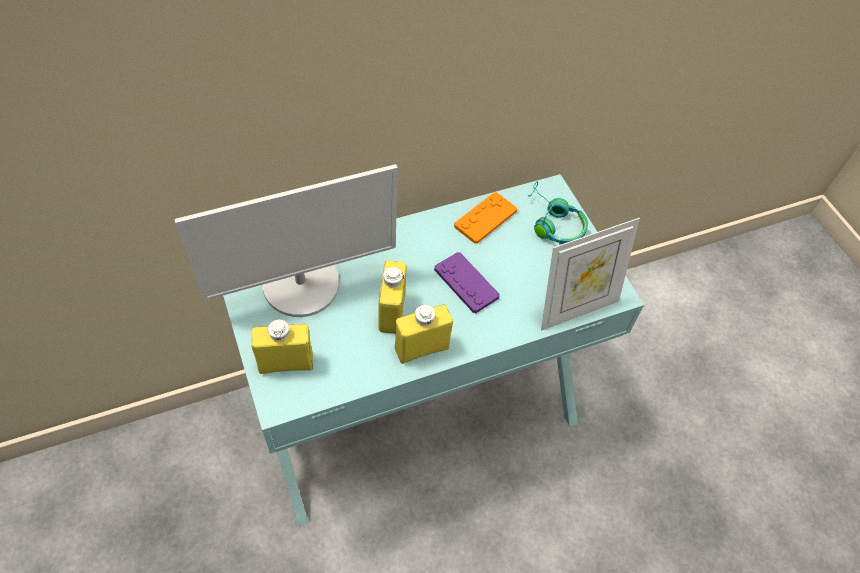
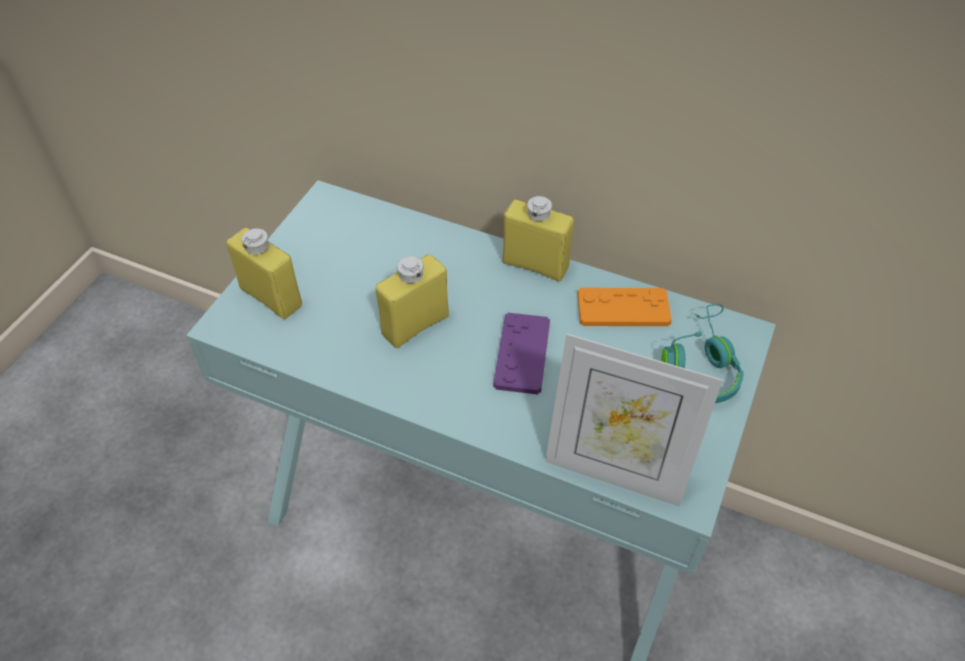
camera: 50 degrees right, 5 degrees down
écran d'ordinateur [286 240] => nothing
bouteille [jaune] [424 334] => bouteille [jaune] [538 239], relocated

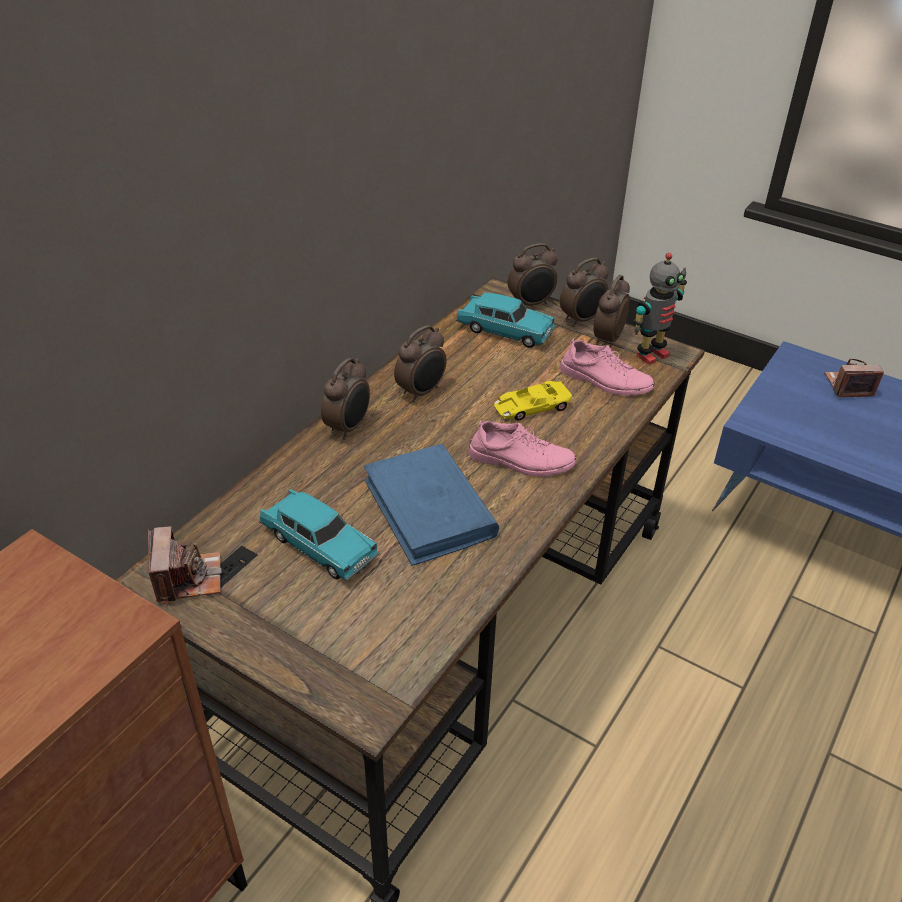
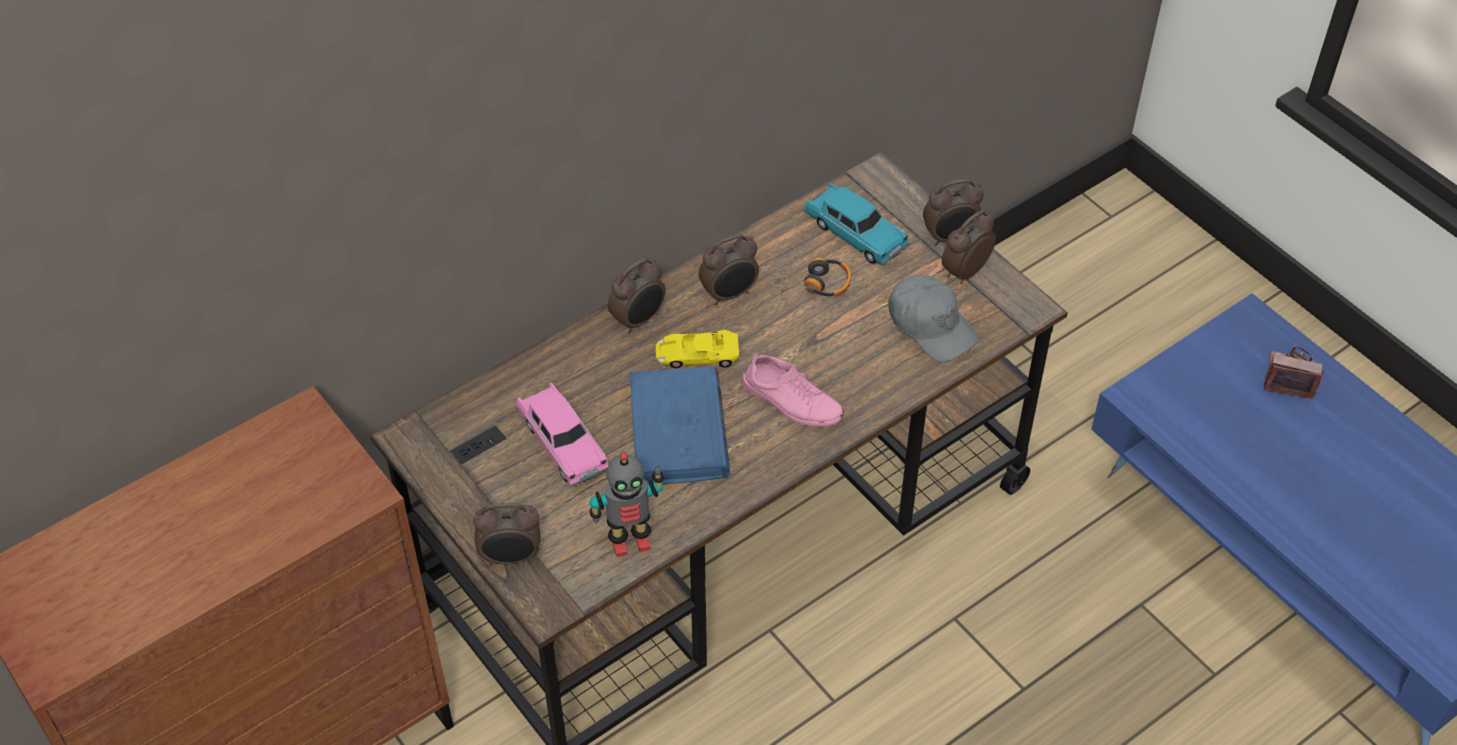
camera: 20 degrees right, 10 degrees up
appareil photo [185 565] => nothing
nothing => casque audio [811 271]
petite voiture [jaune] [533 401] => petite voiture [jaune] [697 349], relocated
réveil [533 274] => réveil [507 534], relocated
robot jouet [660 309] => robot jouet [626 504], relocated
chaussure [rose] [607 366] => casquette [gris] [933 318]
petite voiture [turquoise] [319 535] => petite voiture [rose] [562 435]

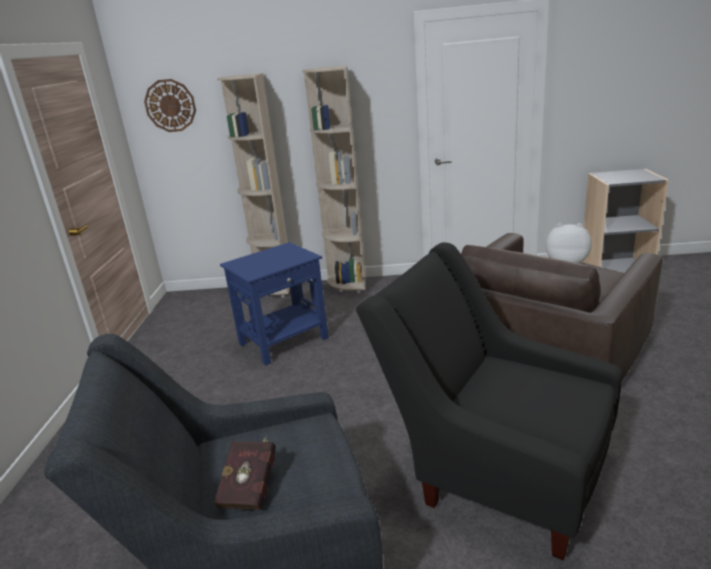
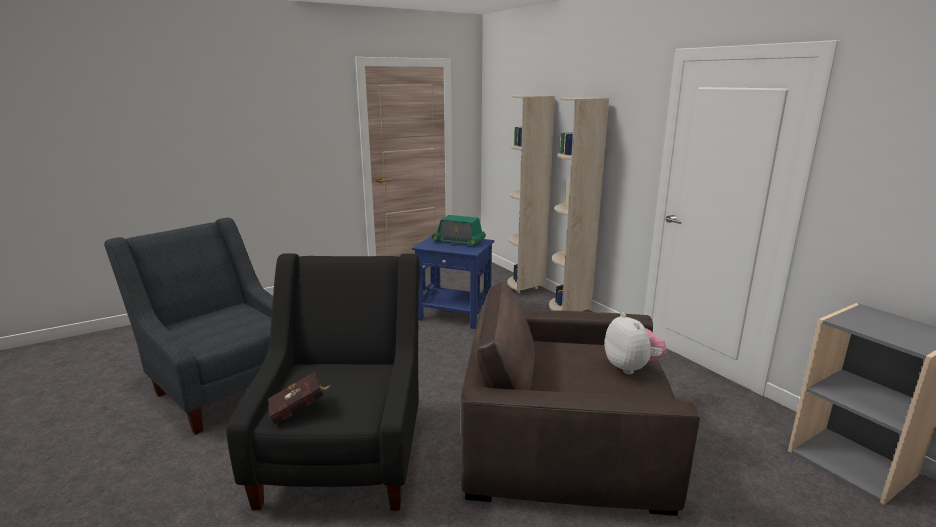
camera: 55 degrees right, 5 degrees down
horloge murale [170 105] => nothing
nothing => radio [459 231]
livre [rouge] [244 473] => livre [rouge] [299 398], relocated

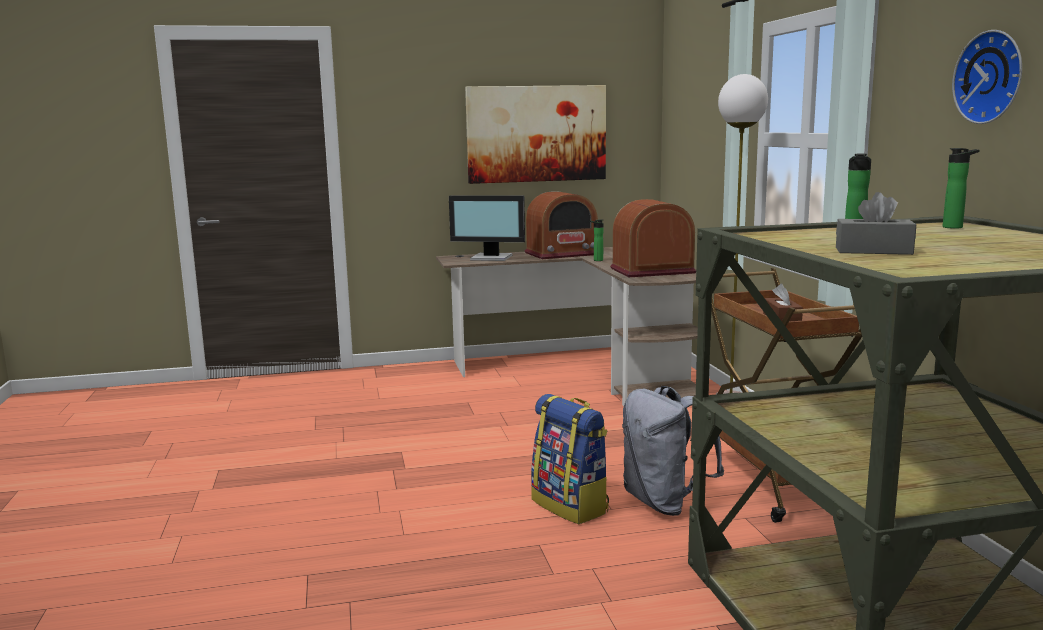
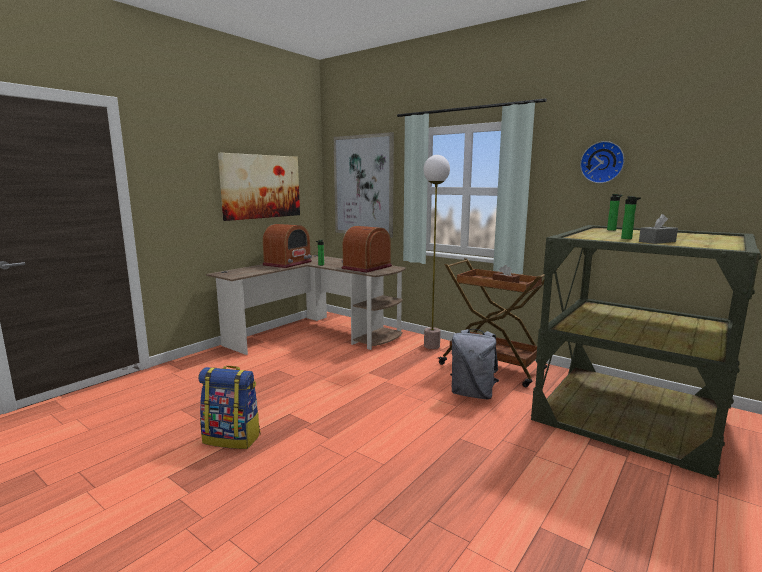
camera: 40 degrees left, 0 degrees up
écran d'ordinateur [487 228] => nothing
nothing => tableau [364 185]
sac à dos [570 459] => sac à dos [229 407], relocated

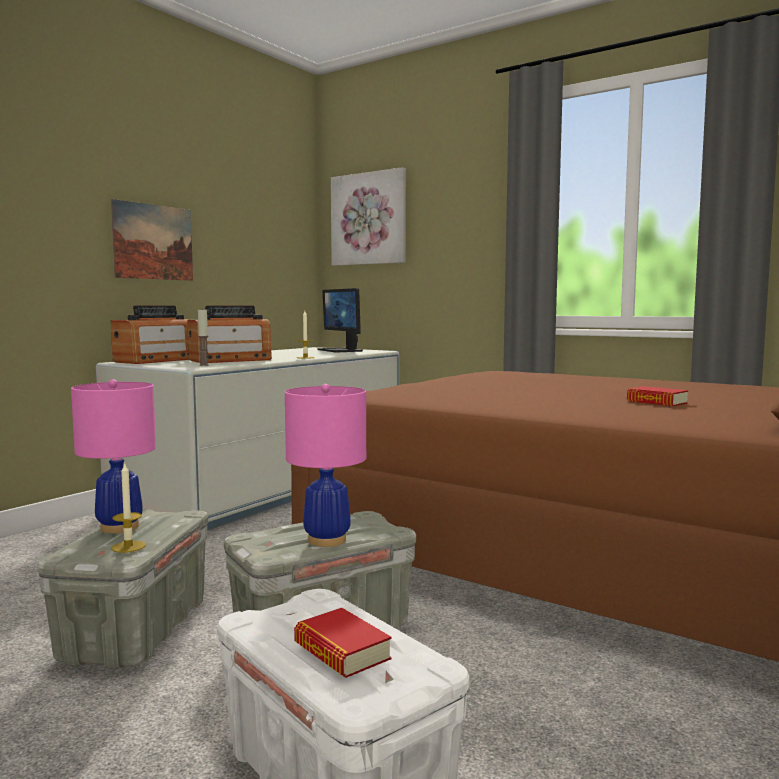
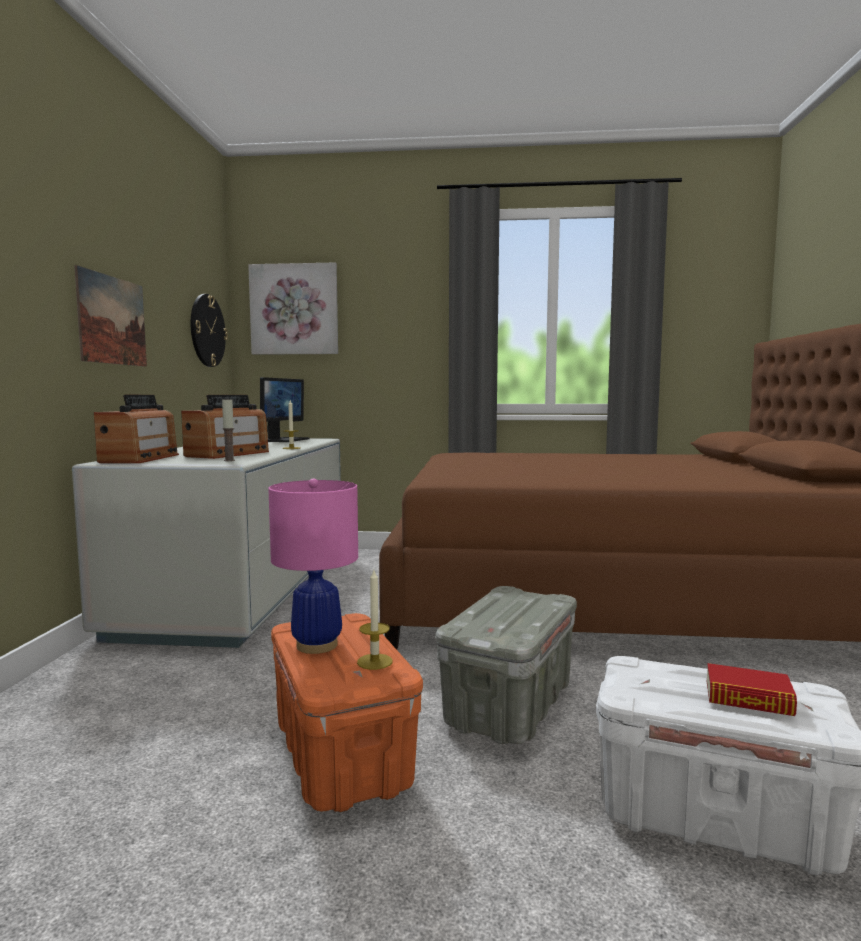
camera: 30 degrees left, 0 degrees up
lampe de table [rose] [325 465] => nothing
livre [657 396] => nothing
nothing => horloge murale [209 330]
boîte de rangement [gris] [122 588] => boîte de rangement [orange] [347 712]
écran d'ordinateur [340 320] => écran d'ordinateur [284 409], 105 degrees counterclockwise

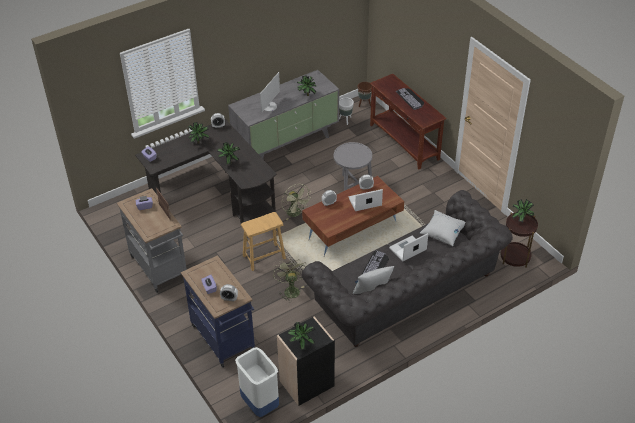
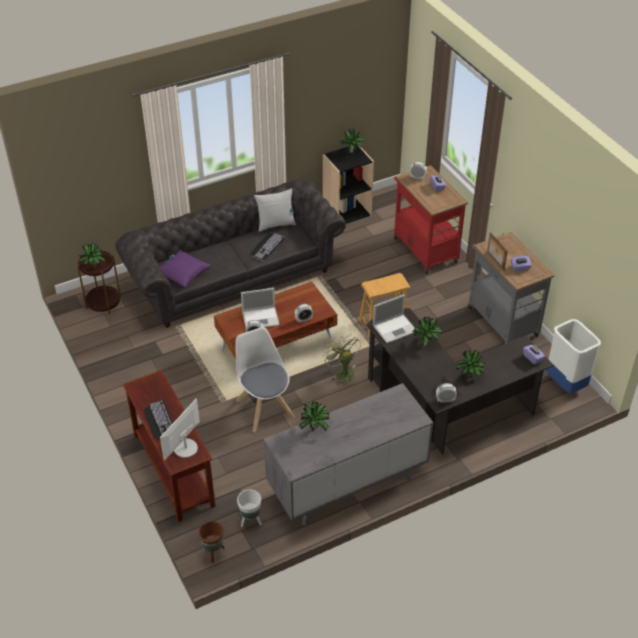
camera: 175 degrees left, 0 degrees up
ventilateur [vert] [290 279] => nothing
poubelle [blanc] [257 382] => poubelle [blanc] [573 356], relocated
écran d'ordinateur [270 92] => écran d'ordinateur [180 430], relocated
ordinateur portable [408 247] => ordinateur portable [394 319], relocated
table d'appoint [gris] [353 166] => chaise [265 380]
chariot [bleu] [218 311] => chariot [rouge] [431 219]
coussin [gris] [442 228] => coussin [violet] [185 268]

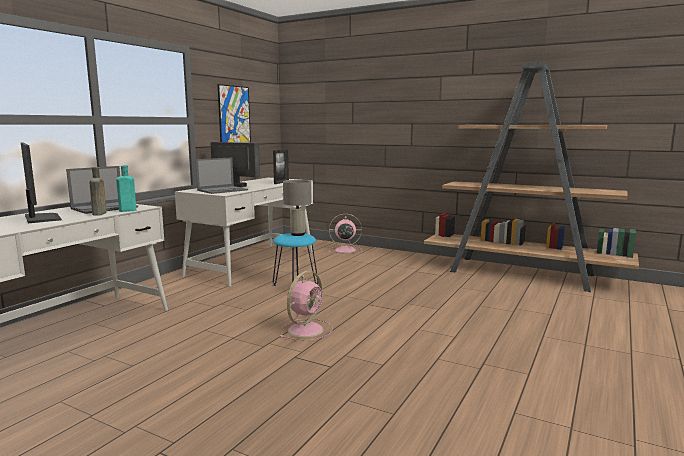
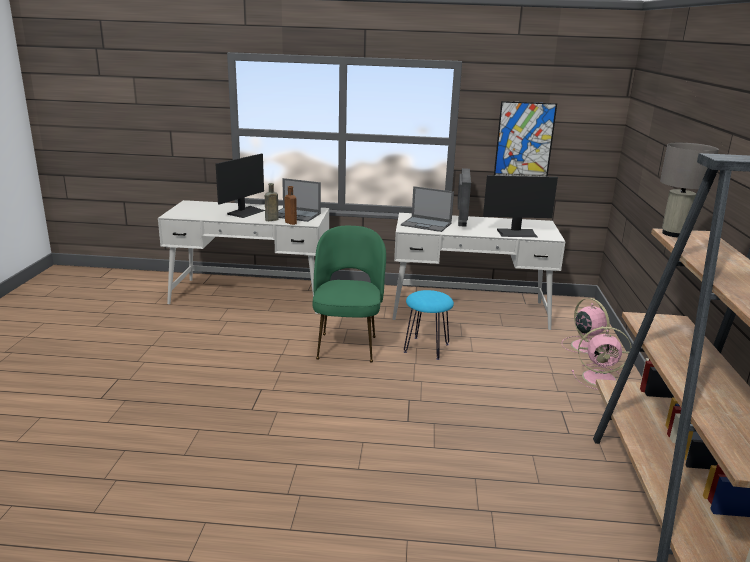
camera: 65 degrees right, 10 degrees up
nothing => chaise [vert] [349 294]
ventilateur [rose] [306 306] => ventilateur [rose] [601 358], relocated
lampe de table [gris] [297 208] => lampe de table [gris] [689 190], relocated
cadre photo [281 166] => écran d'ordinateur [520 206]
bouteille [turquoise] [126 188] => bouteille [marron] [291 205]

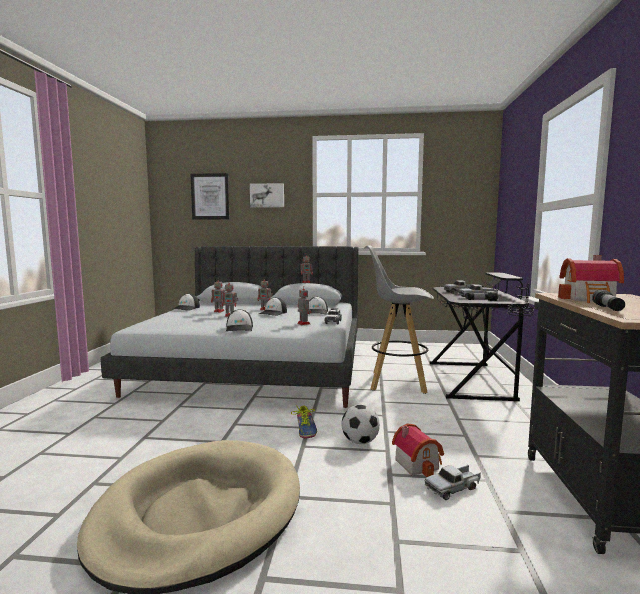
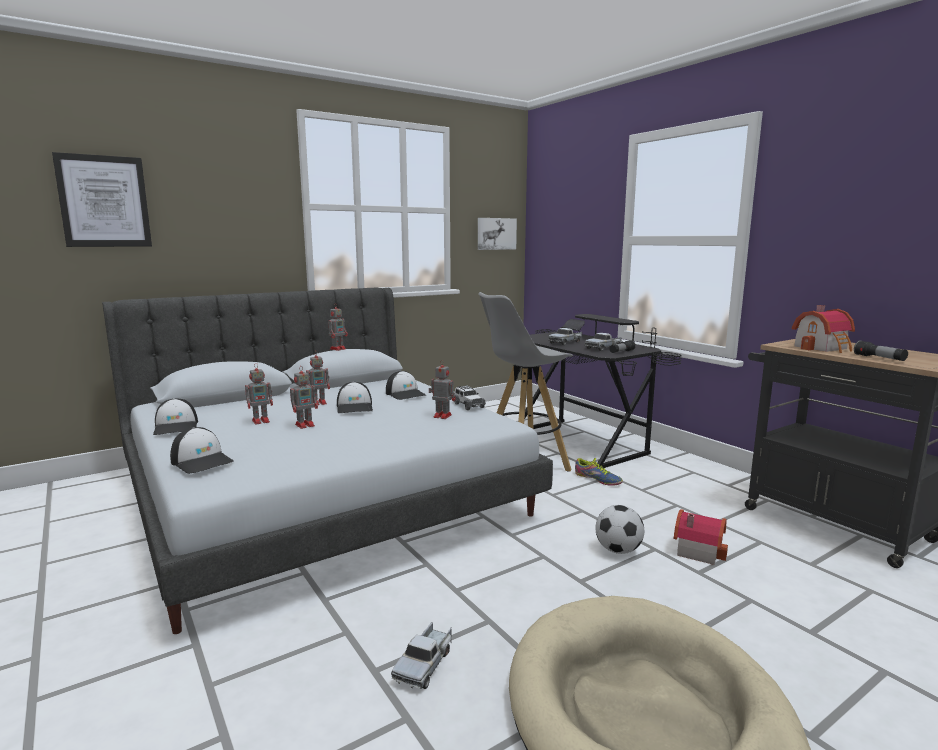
camera: 40 degrees left, 5 degrees up
casquette [239 320] => casquette [202 450], relocated
tableau [267 195] => tableau [497 234], relocated
chaussure [304 421] => chaussure [599 472], relocated
camion jouet [452 482] => camion jouet [421 655], relocated

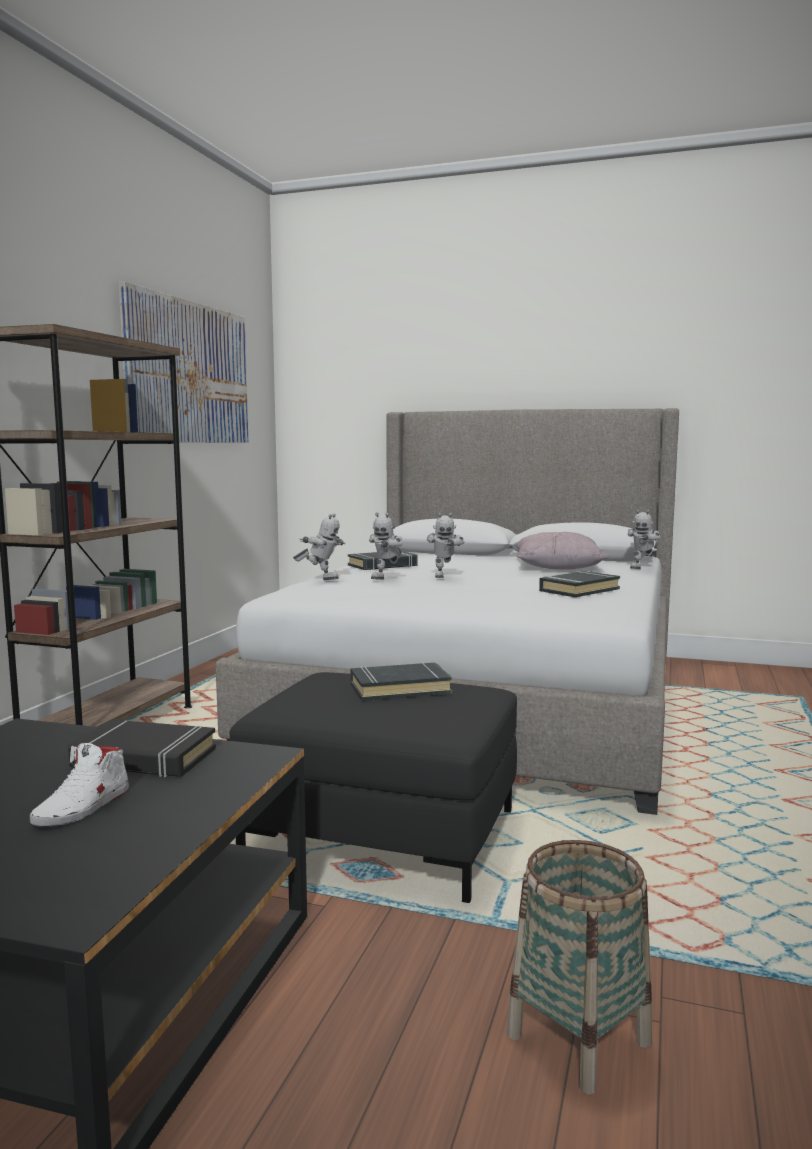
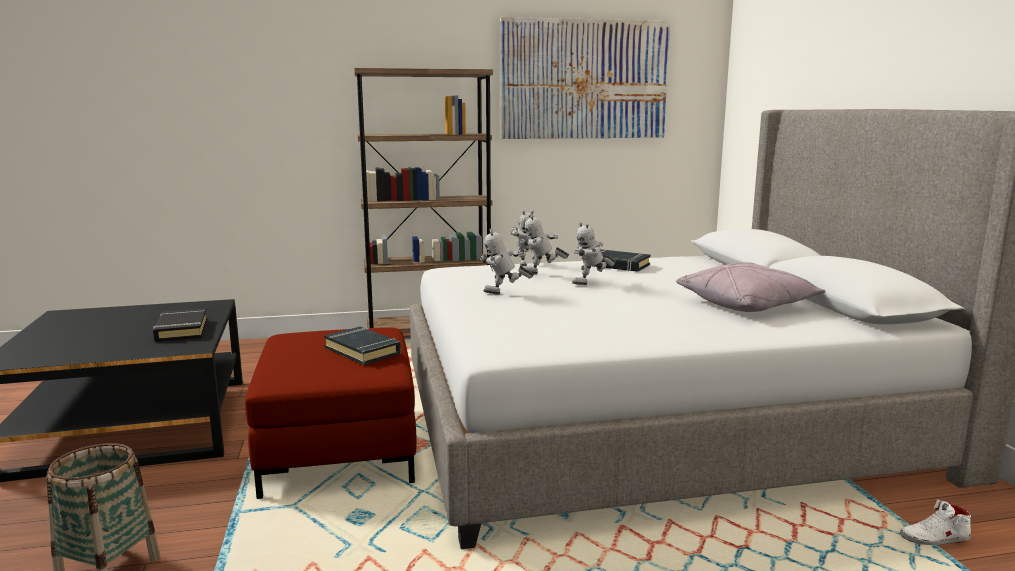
camera: 60 degrees right, 5 degrees up
livre [noir] [579 584] => nothing
chaussure [blanc] [79 785] => chaussure [blanc] [935 522], relocated
robot jouet [644 539] => robot jouet [507 262], relocated
pouf [noir] [373 787] => pouf [rouge] [331 413]

